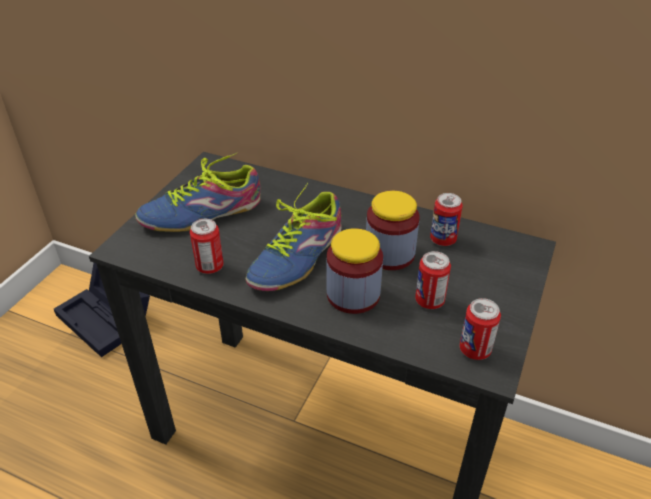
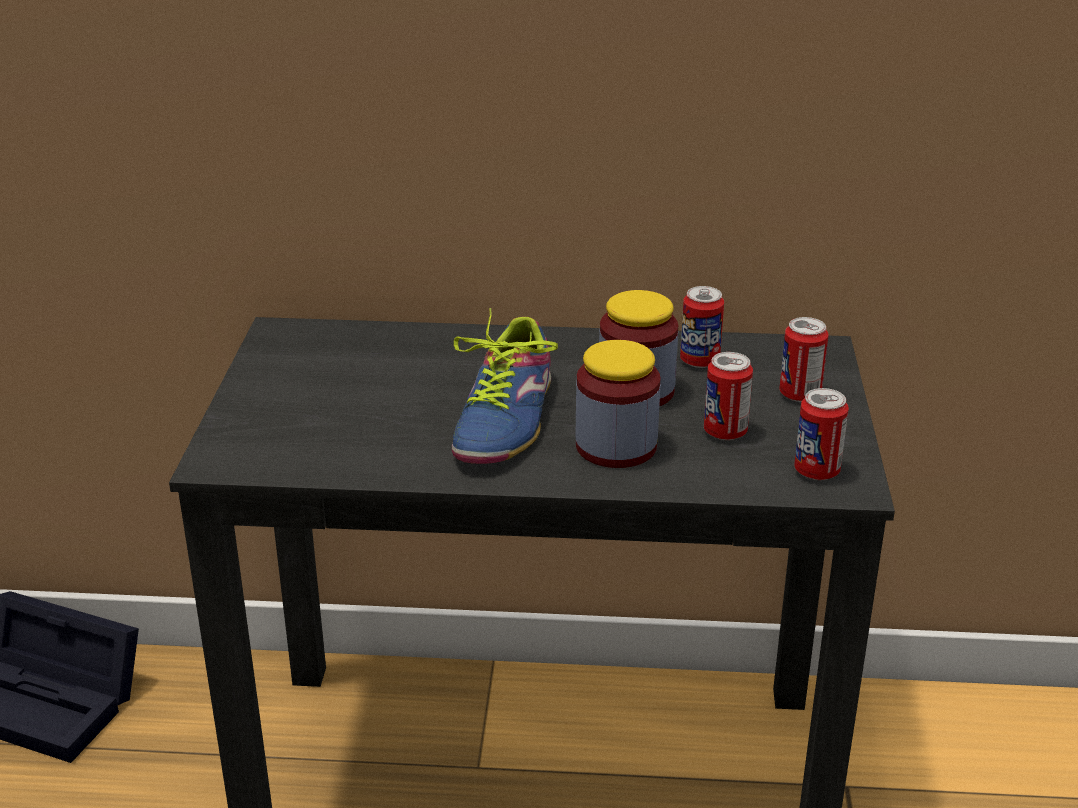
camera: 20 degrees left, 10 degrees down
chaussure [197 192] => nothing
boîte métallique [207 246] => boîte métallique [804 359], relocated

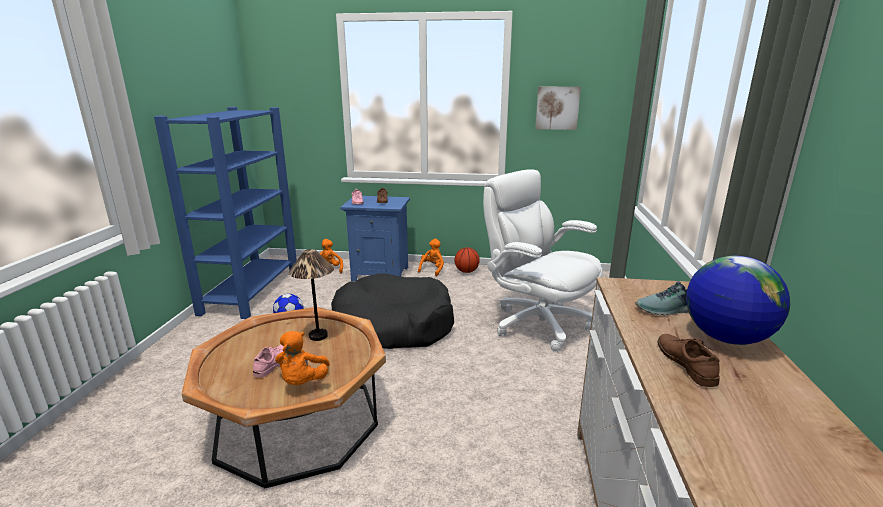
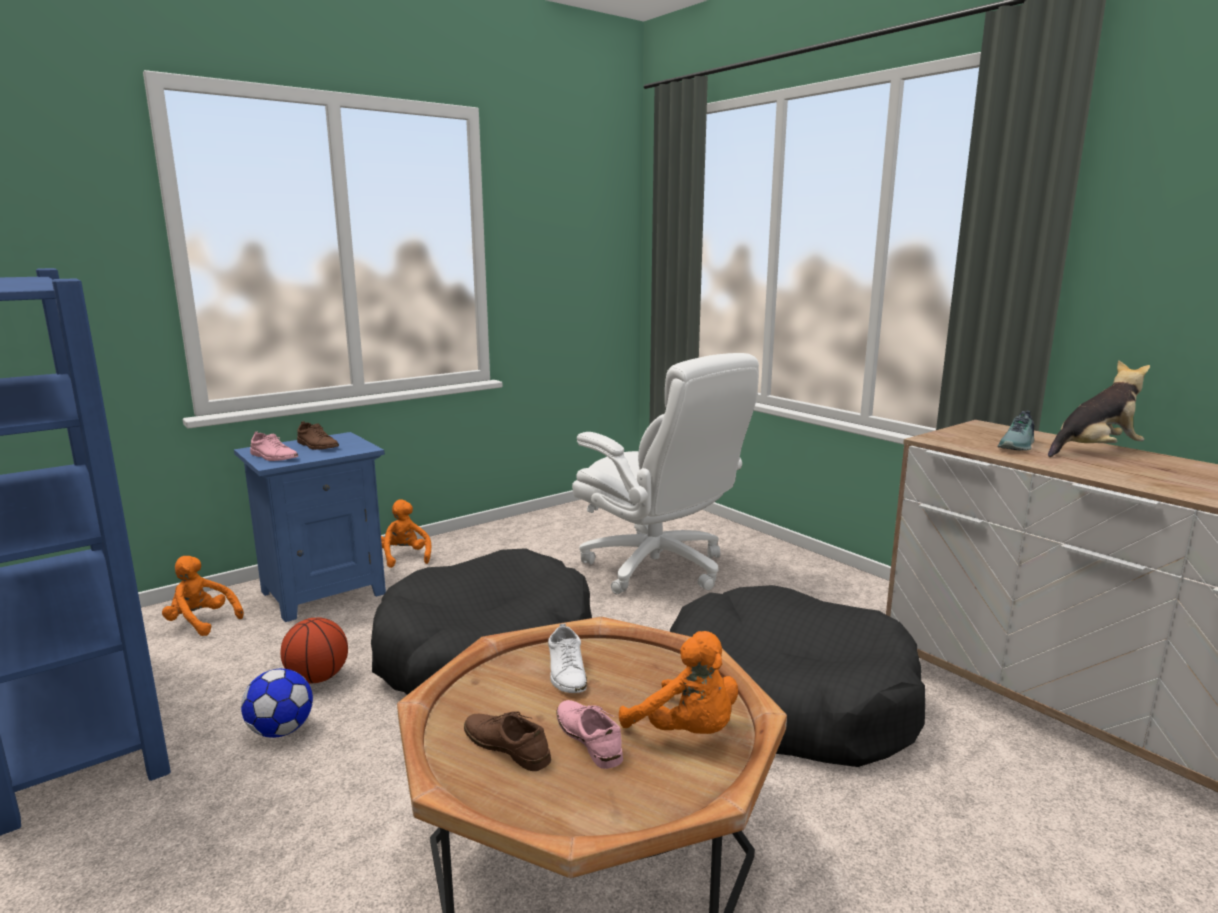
camera: 45 degrees left, 5 degrees down
tableau [558 108] => nothing
nothing => panier pour chien [noir] [797 676]
ballon de basket [467 260] => ballon de basket [314 650], relocated
chaussure [marron] [688 360] => chaussure [marron] [507 741], relocated
lampe de table [311 295] => chaussure [blanc] [567 658]
globe [738 300] => peluche [1099 408]
chaise de bureau [blanc] [543 260] => chaise de bureau [blanc] [665 473], 135 degrees counterclockwise

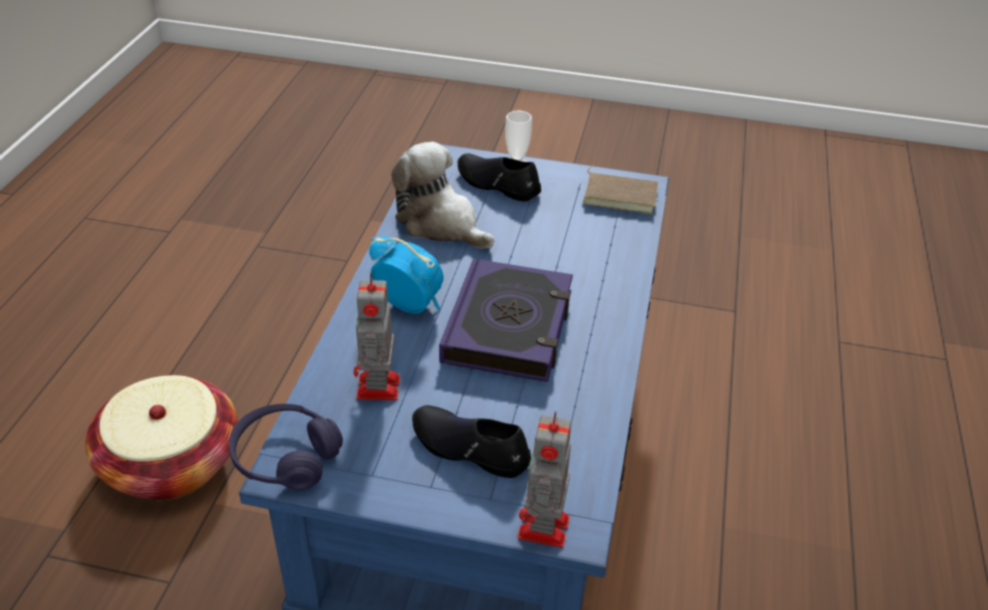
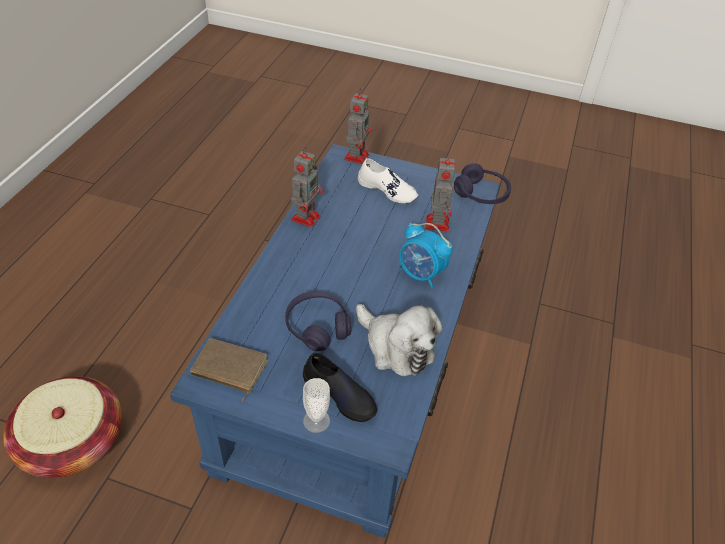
camera: 175 degrees left, 5 degrees up
livre [506 320] => nothing
nothing => casque audio [violet] [318 321]
nothing => robot jouet [307 187]
panier [161 437] => panier [63 427], relocated
chaussure [noir] [471 441] => chaussure [blanc] [388 180]

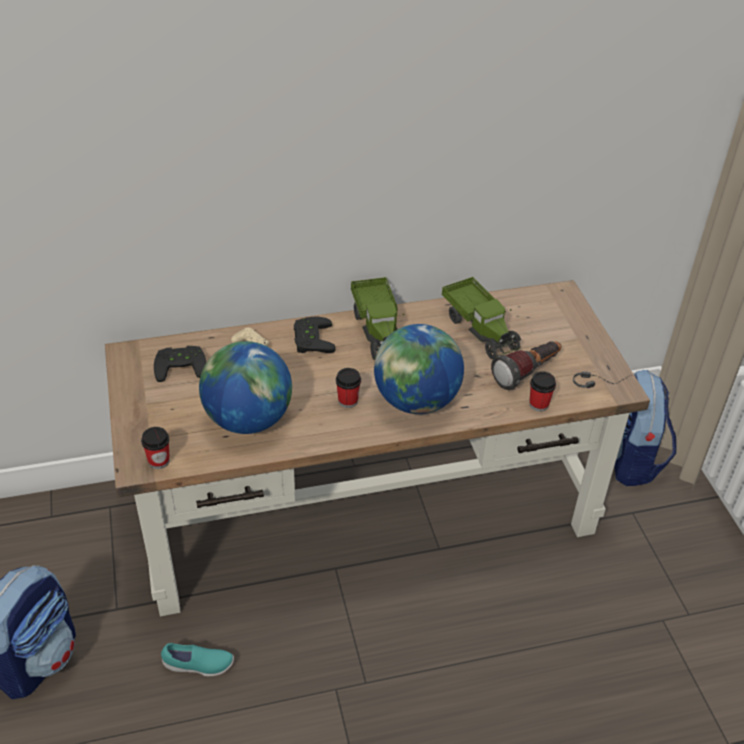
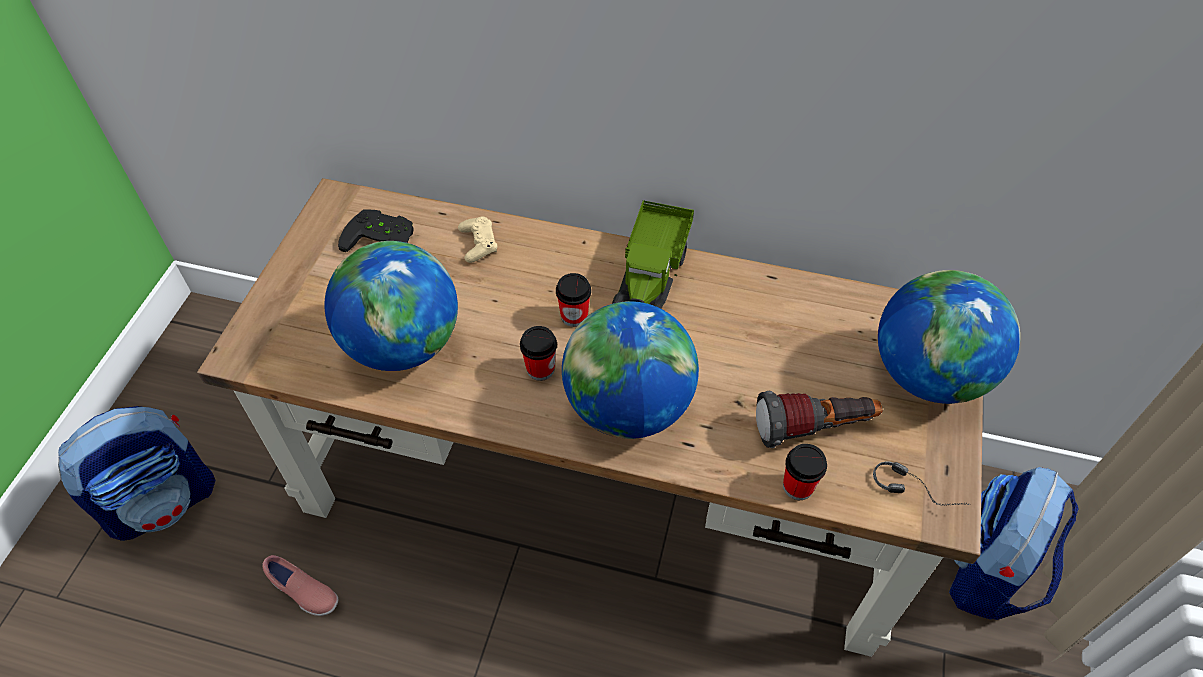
camera: 30 degrees right, 10 degrees up
manette [noir] [314 335] => nothing
camion jouet [481 318] => nothing
nothing => globe [949 337]
tasse [155 448] => tasse [573 300], relocated
chaussure [turquoise] [197 659] => chaussure [rose] [300 585]

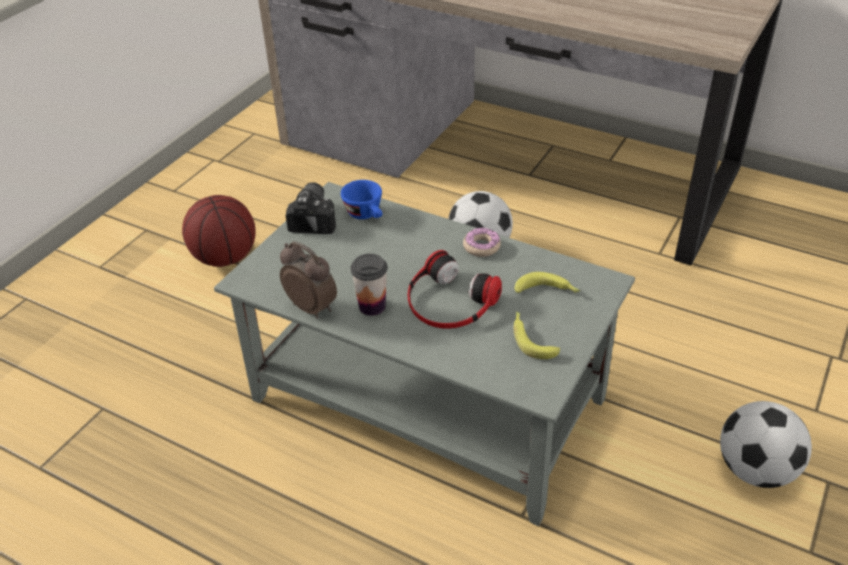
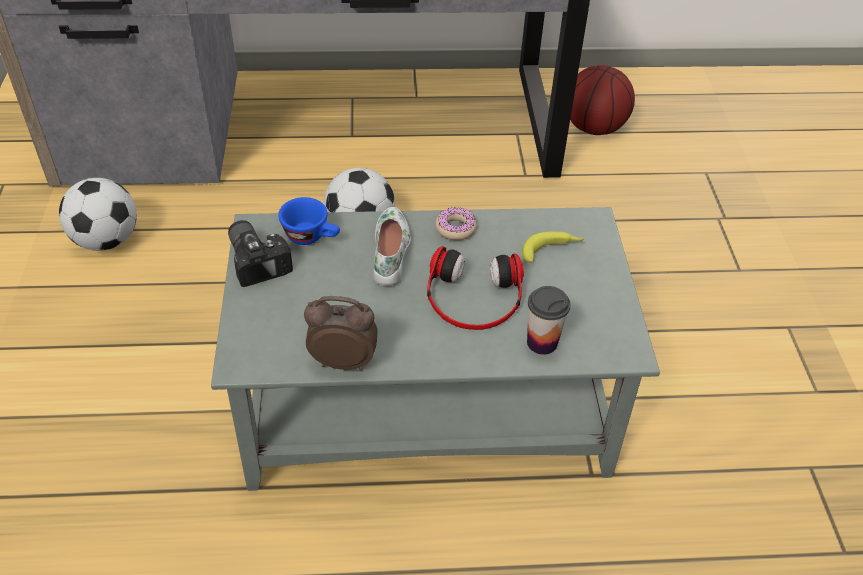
camera: 35 degrees left, 5 degrees up
banane [537 335] => nothing
nothing => chaussure [blanc] [392 246]
ballon de basket [219 231] => ballon de basket [602 100], relocated
tasse [369 285] => tasse [549 320], relocated
ballon de foot [766 444] => ballon de foot [98 214], relocated

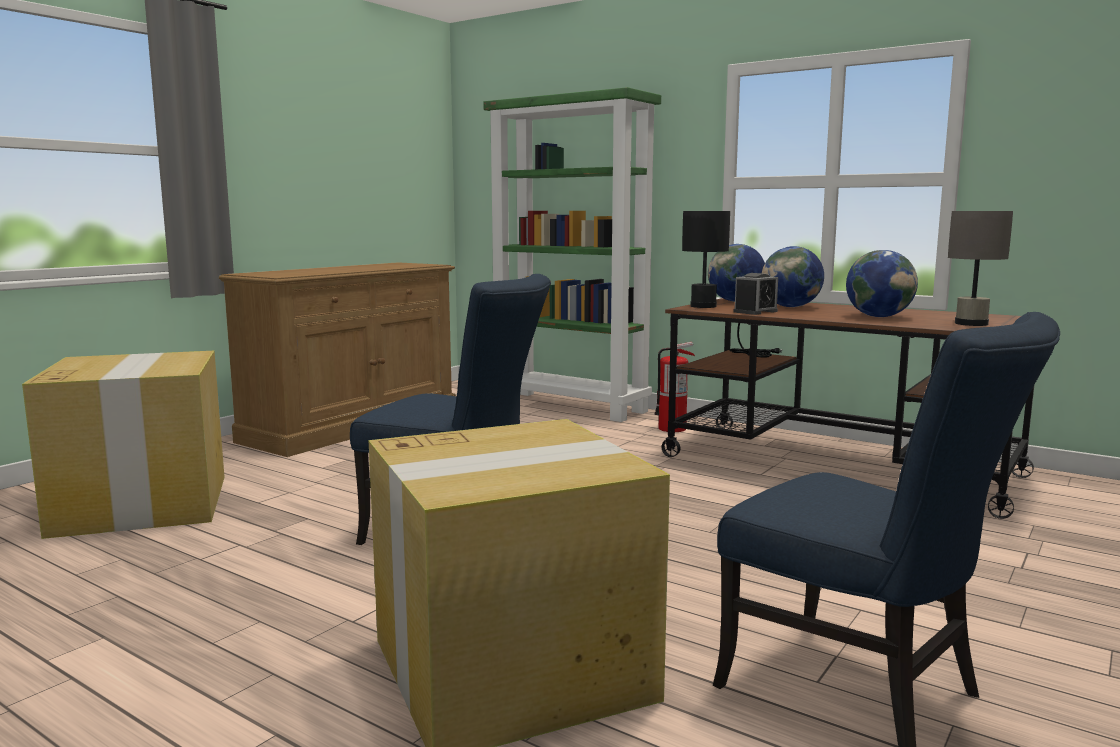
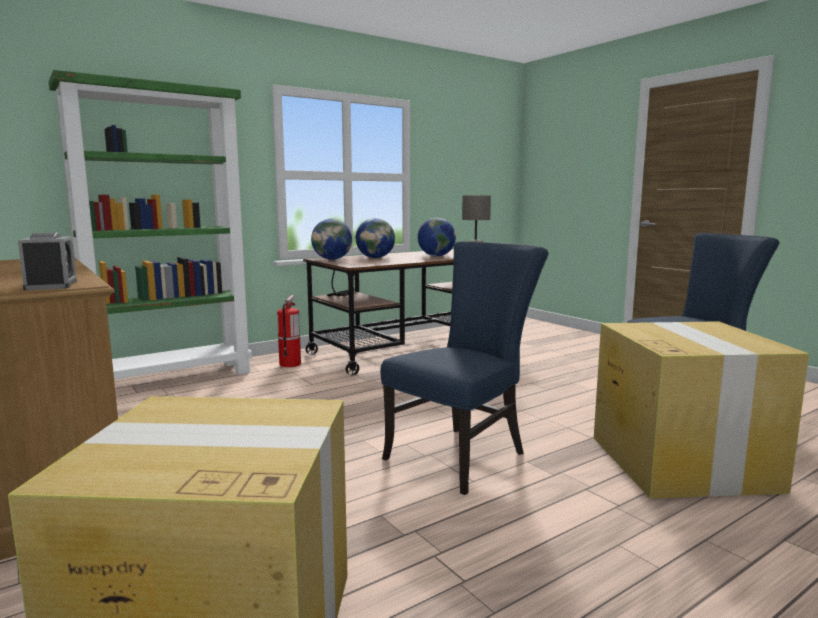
camera: 70 degrees left, 0 degrees up
lampe de table [noir] [706 259] => nothing
réveil [755 294] => réveil [47 261], relocated

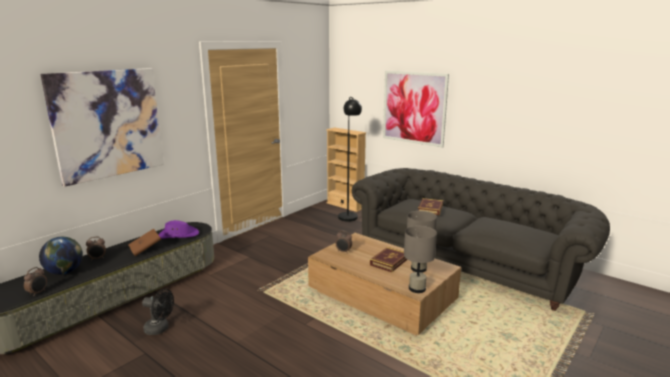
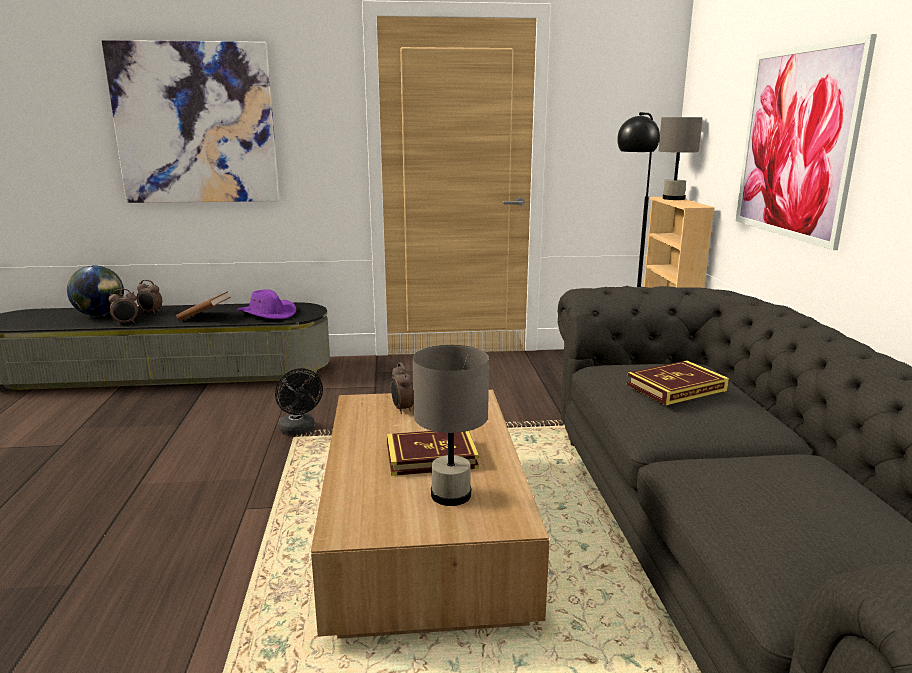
camera: 45 degrees right, 0 degrees up
réveil [35 281] => réveil [123 307], relocated
ventilateur [noir] [158 312] => ventilateur [noir] [299 401], relocated
lampe de table [gris] [420 259] => lampe de table [gris] [680 158], relocated

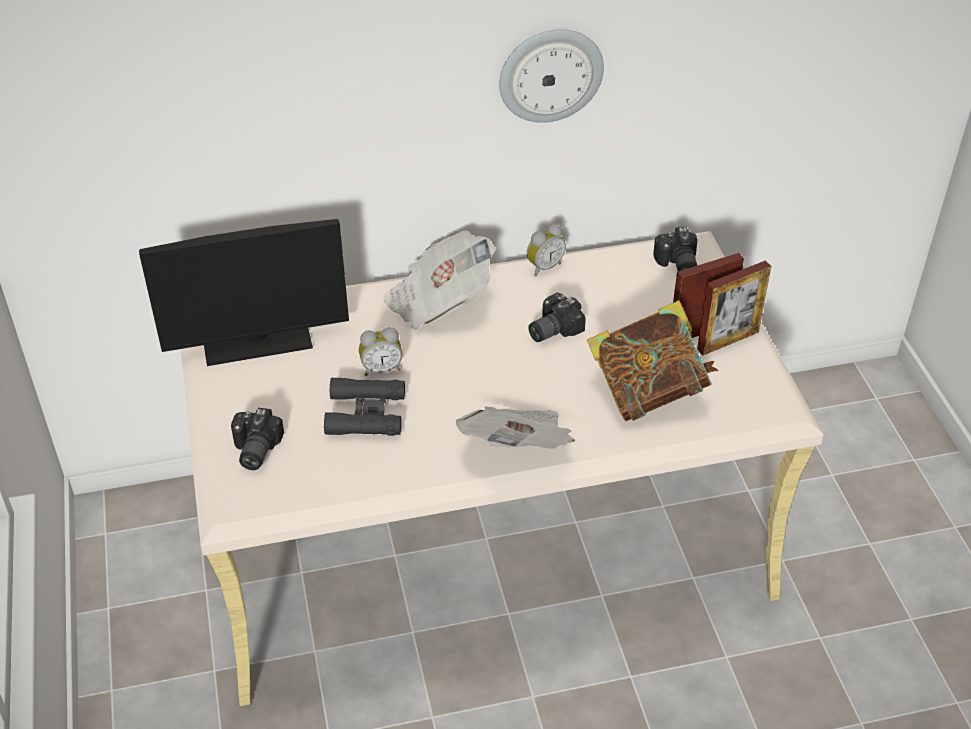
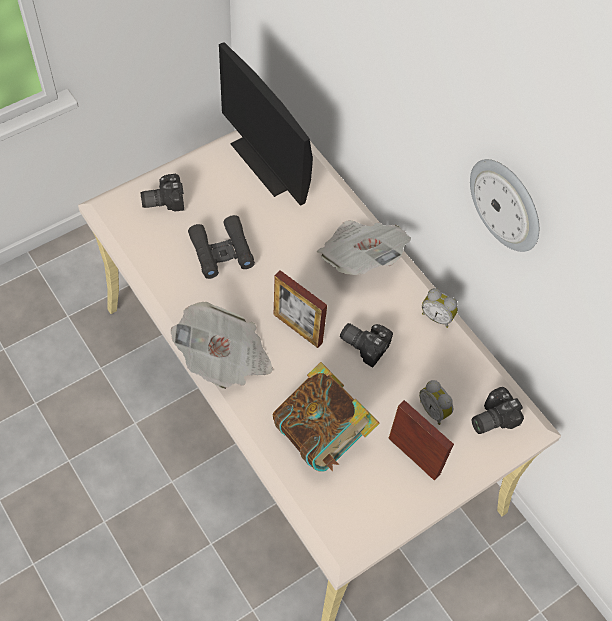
camera: 65 degrees right, 15 degrees up
réveil [381 351] => réveil [436 402], relocated
cadre photo [734 308] => cadre photo [300 309], relocated

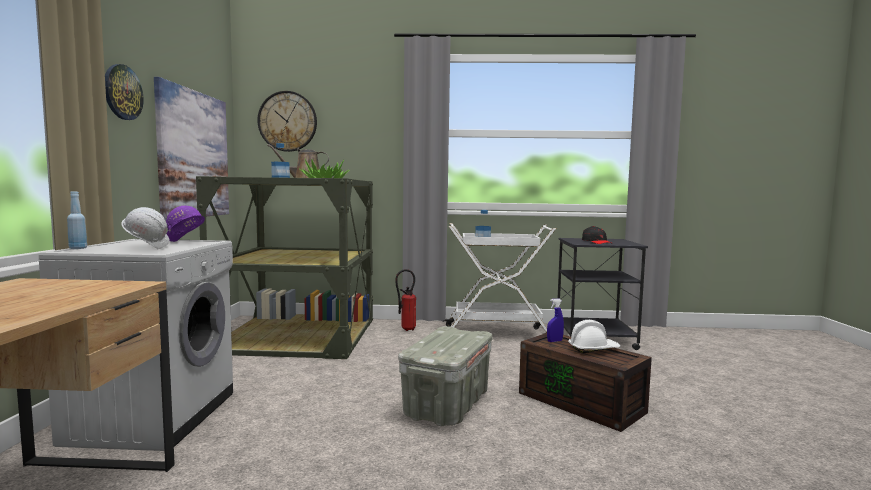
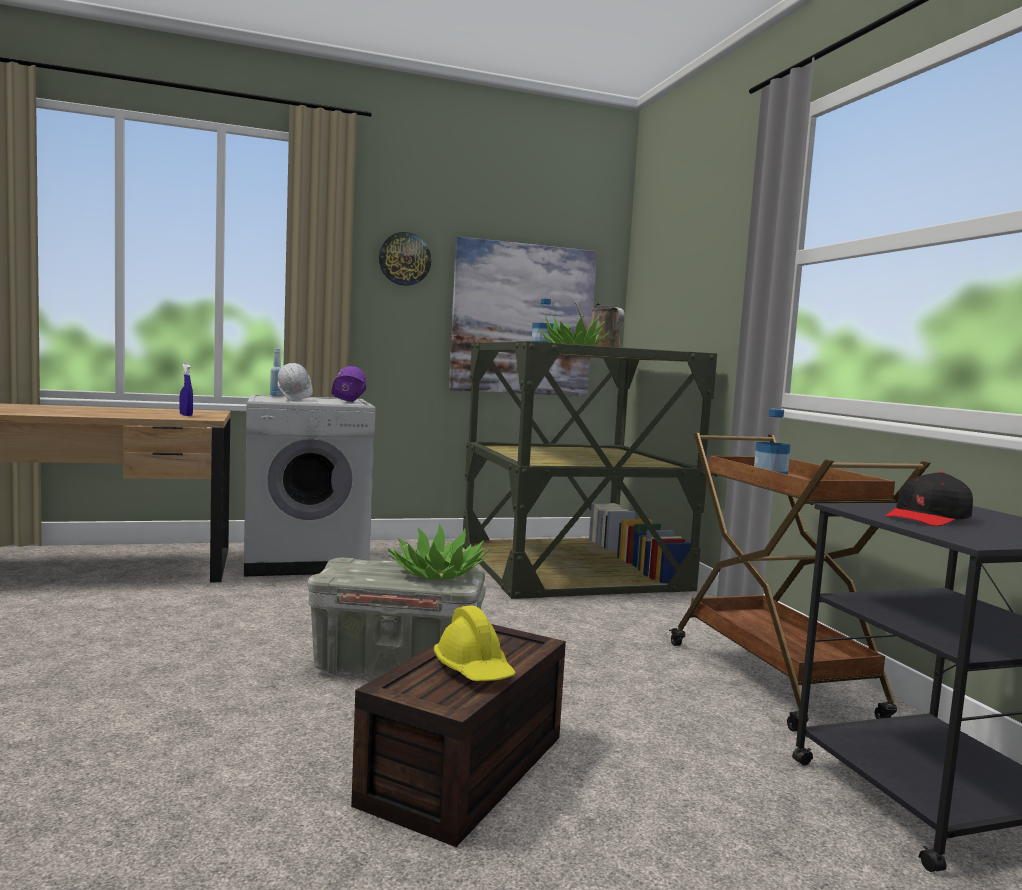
camera: 70 degrees right, 0 degrees up
horloge murale [287 121] => nothing
extincteur [405 300] => nothing
nothing => plante en pot [439 552]
vaporisateur [bleu] [555 320] => vaporisateur [bleu] [186 390], relocated
chariot [blanc] [500 278] => chariot [marron] [800 582]
casque de chantier [blanc] [594 336] => casque de chantier [jaune] [475 643]

